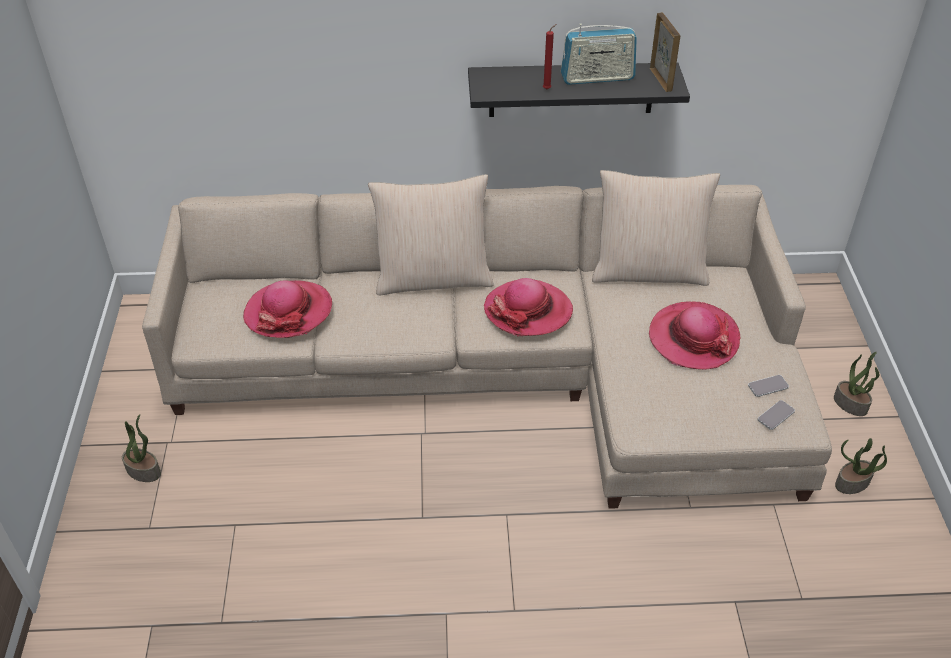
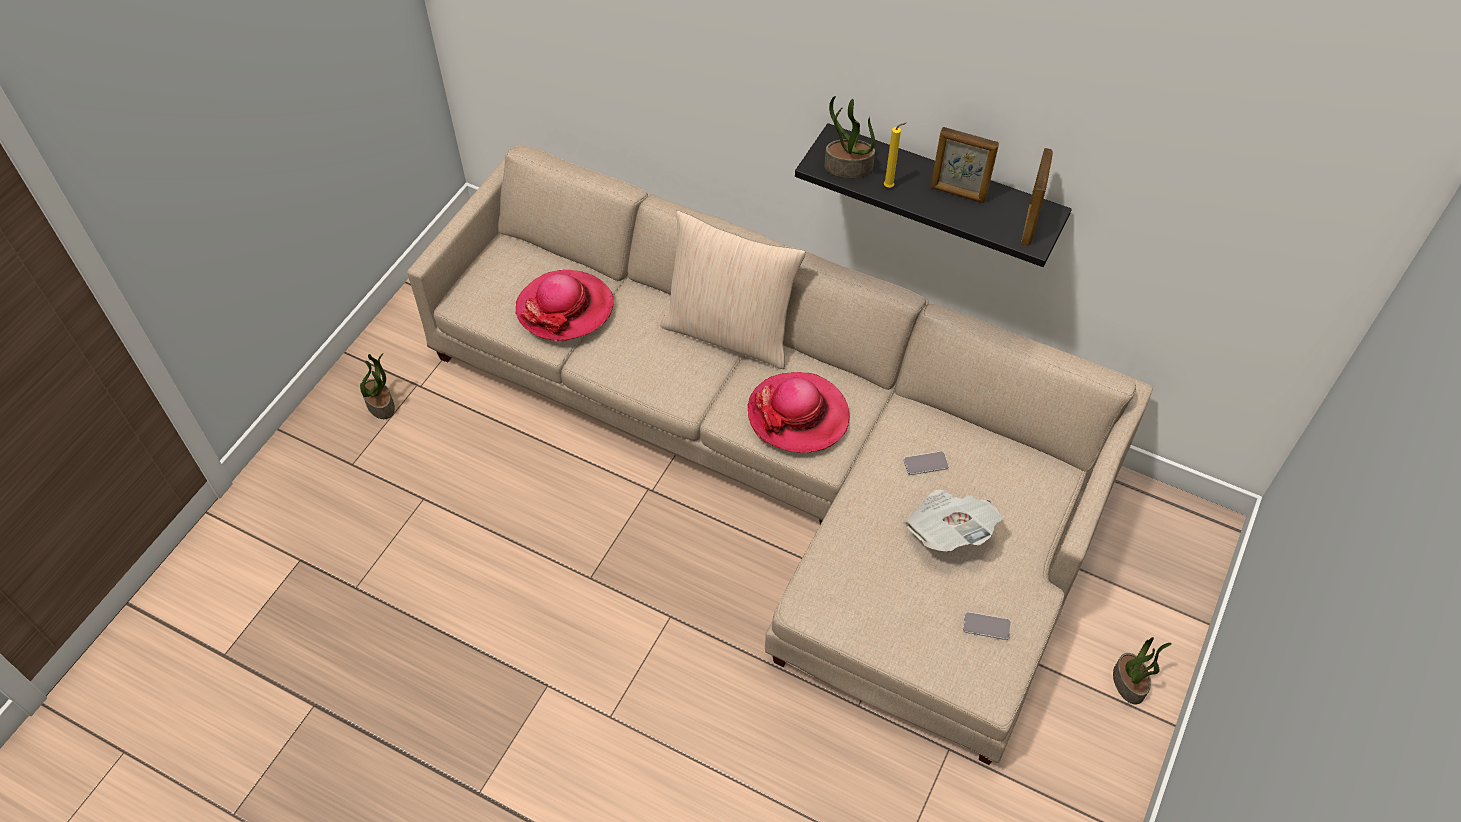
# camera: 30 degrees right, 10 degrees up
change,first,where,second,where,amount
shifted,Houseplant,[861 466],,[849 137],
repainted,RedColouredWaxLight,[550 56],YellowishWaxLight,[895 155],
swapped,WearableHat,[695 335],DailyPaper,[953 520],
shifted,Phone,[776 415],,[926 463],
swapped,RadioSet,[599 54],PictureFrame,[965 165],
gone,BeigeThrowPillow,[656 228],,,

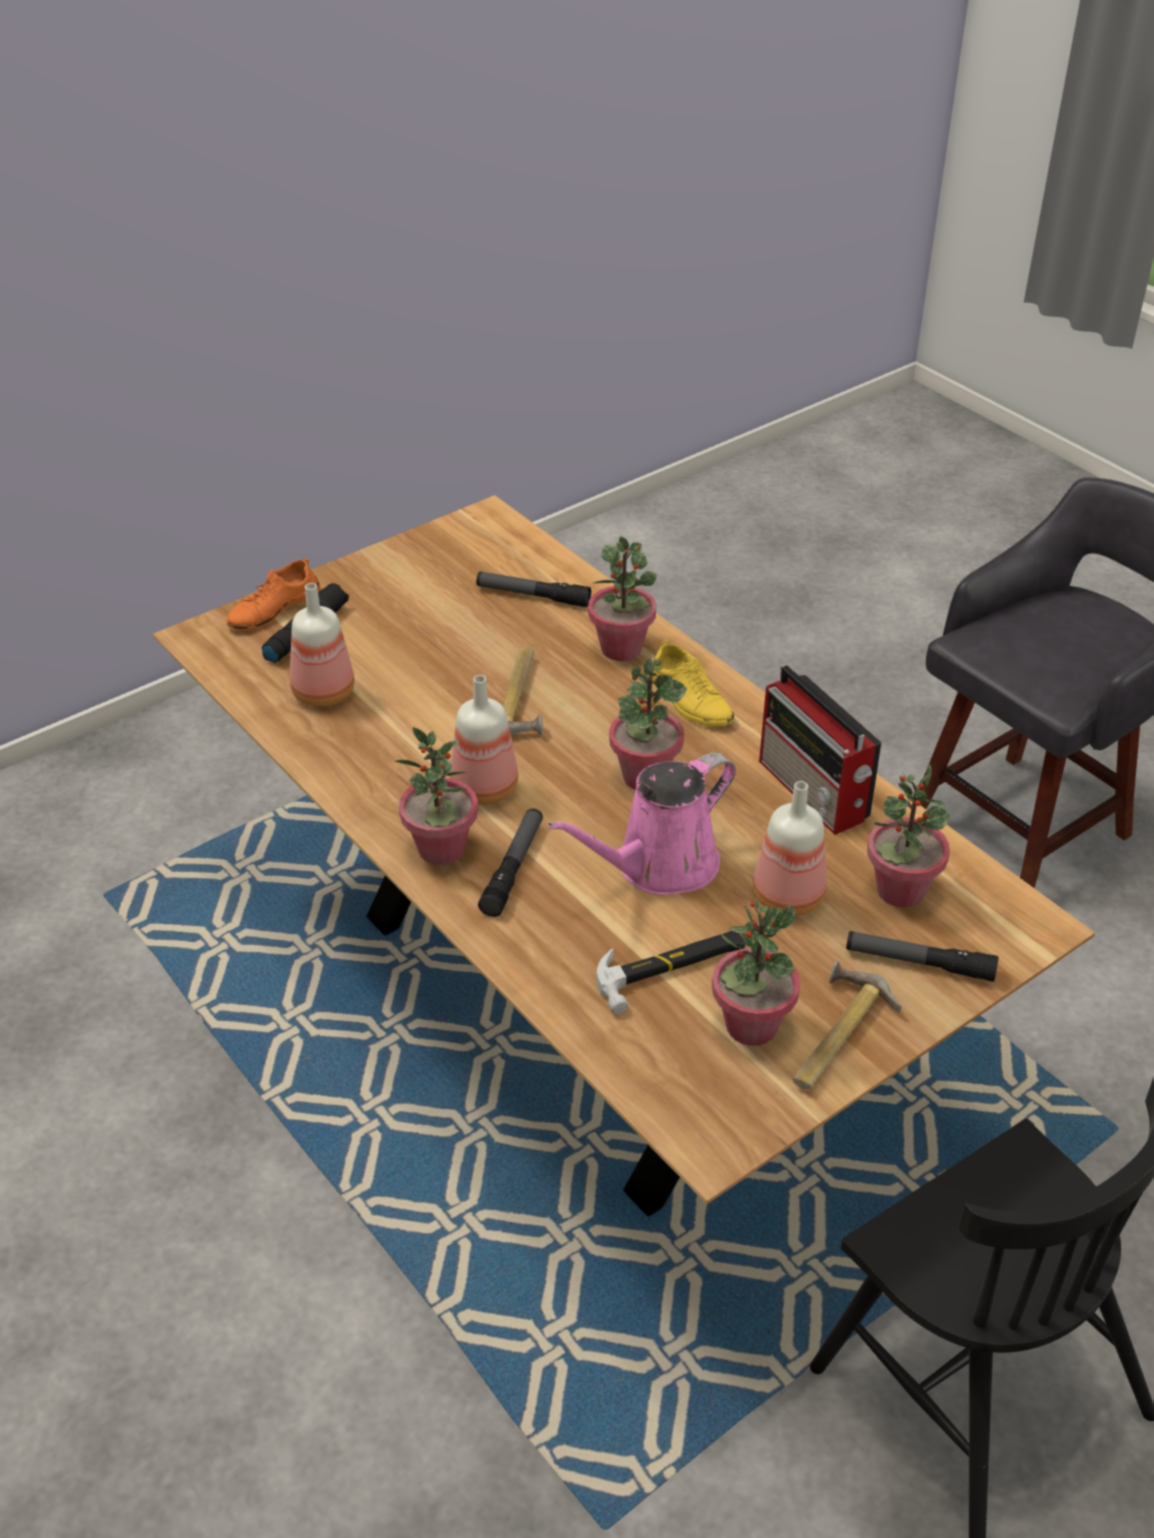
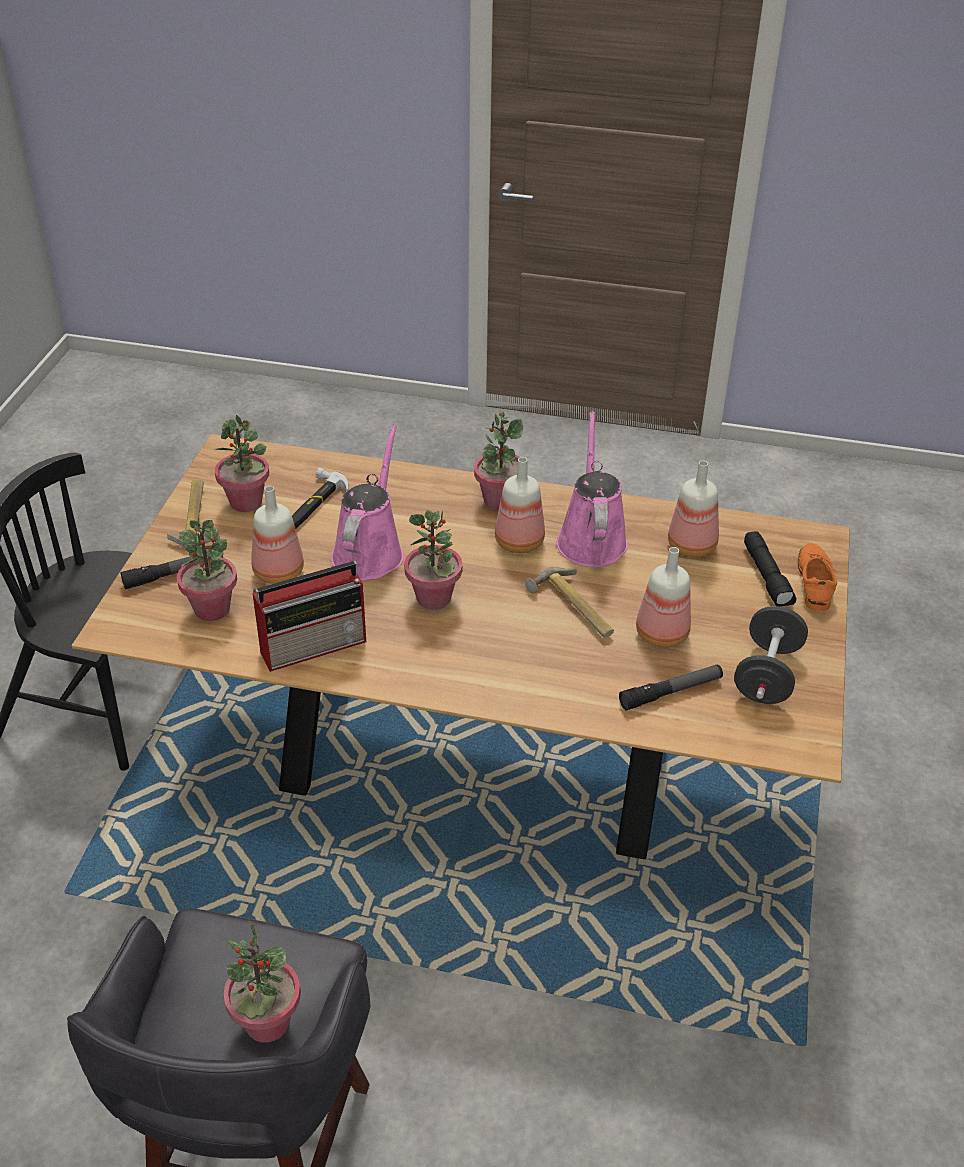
# camera: 140 degrees right, 0 degrees up
change,first,where,second,where,amount
shifted,Houseplant,[622 599],,[262 982],
rotated,RadioSet,[820 750],,[309 616],135 degrees clockwise
new,,,PinkWateringPot,[592 489],
new,,,Bottle,[663 597],
new,,,BlackColouredFreeWeight,[771 655],
gone,Torch,[510 862],,,
gone,YellowishItemOfFootwear,[693 683],,,

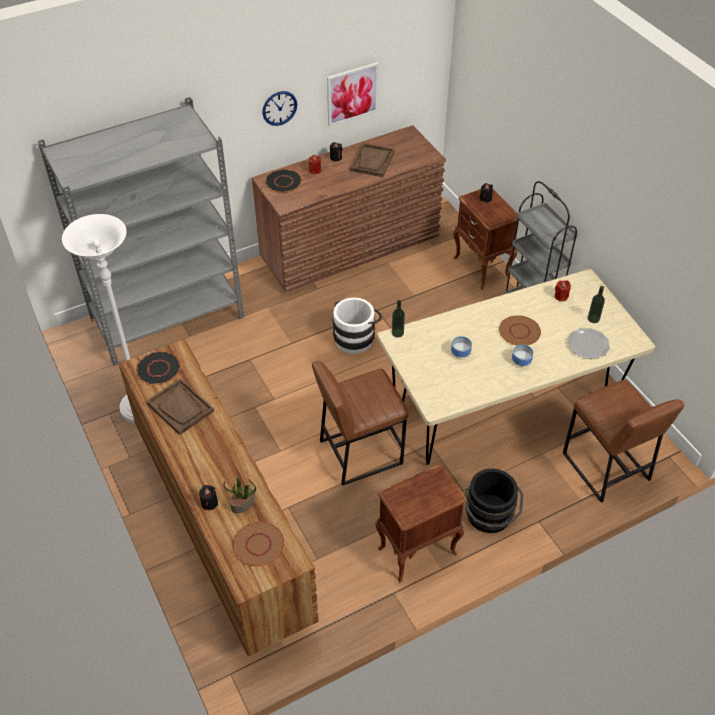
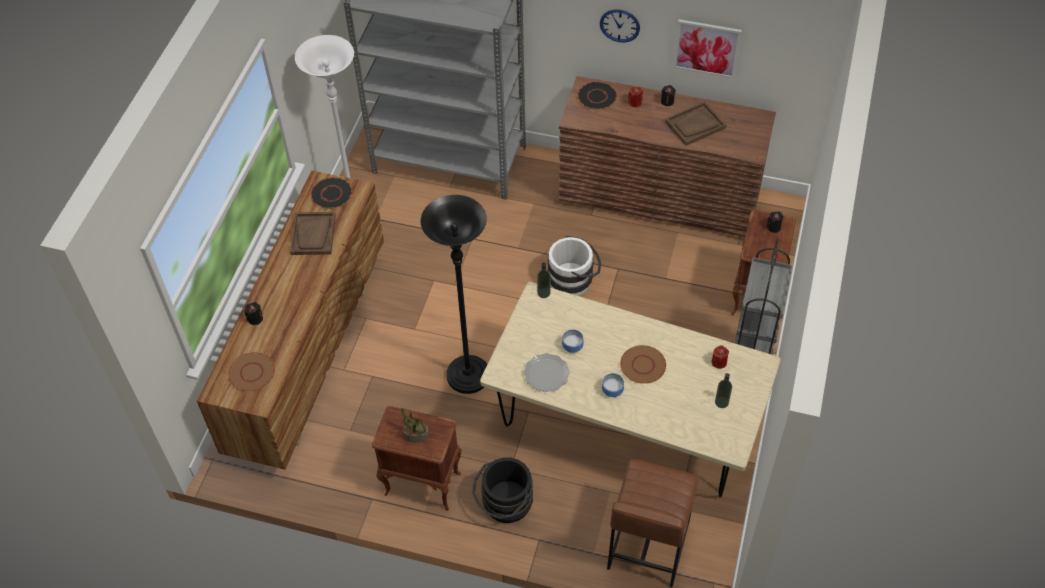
# camera: 45 degrees right, 5 degrees up
change,first,where,second,where,amount
shifted,Houseplant,[240 495],,[415 425],
swapped,BrownishPlainChair,[360 423],BlackColouredFloorLamp,[454 294],
shifted,FlatDish,[588 343],,[547 372],

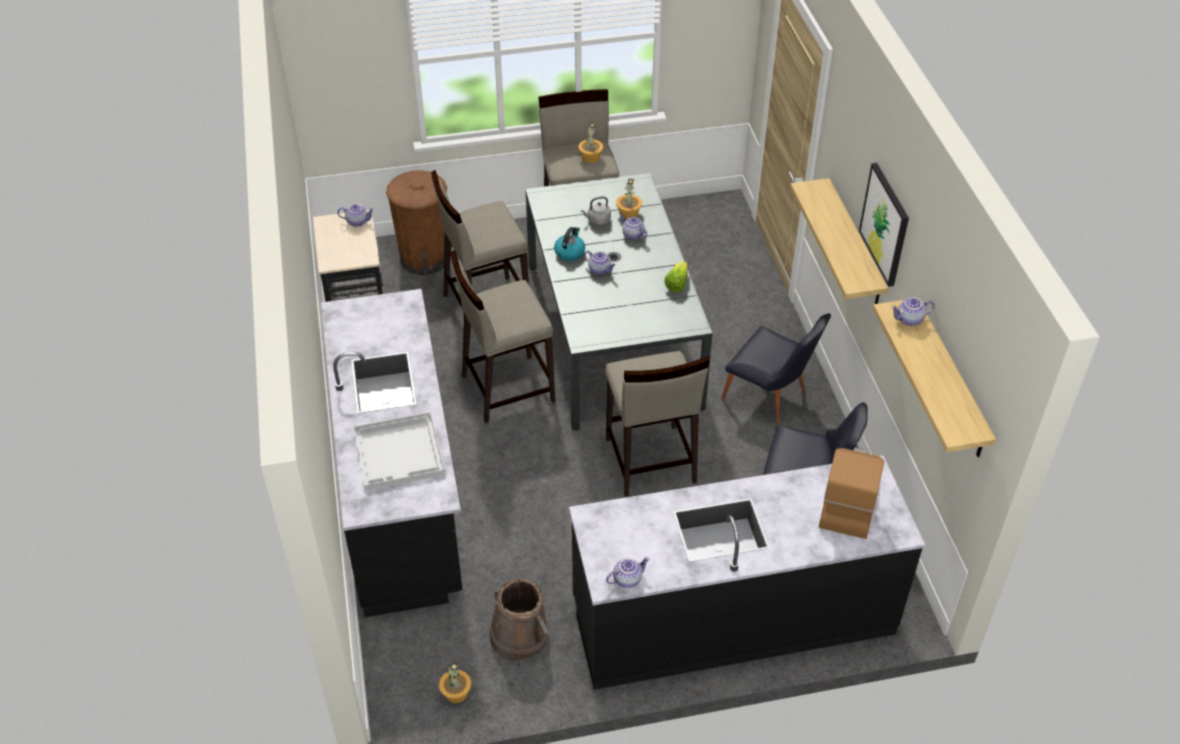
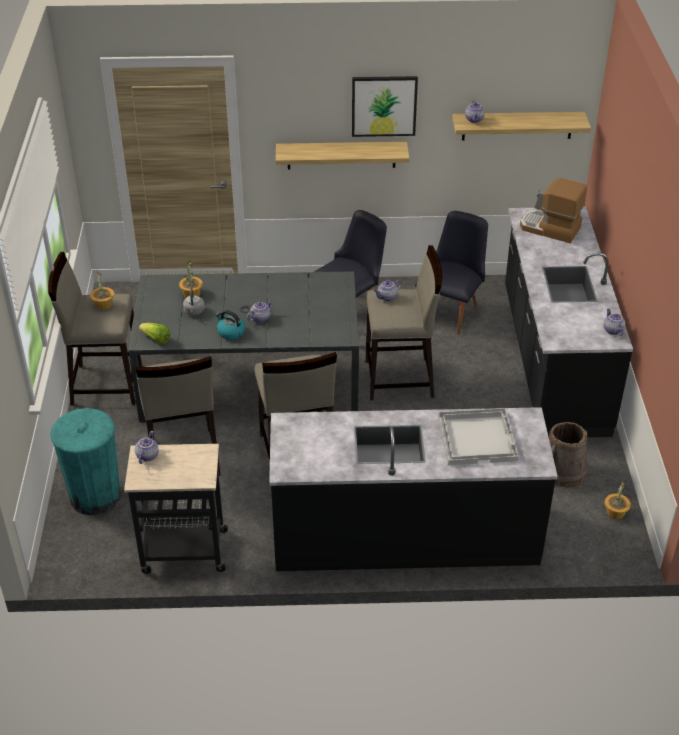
# camera: 80 degrees left, 5 degrees down
change,first,where,second,where,amount
repainted,BrownishWasteBin,[416 222],BlueGreenWasteBin,[85 461],
shifted,HeadOfLettuce,[676 276],,[154 333],
shifted,TeaPot,[633 227],,[387 290],

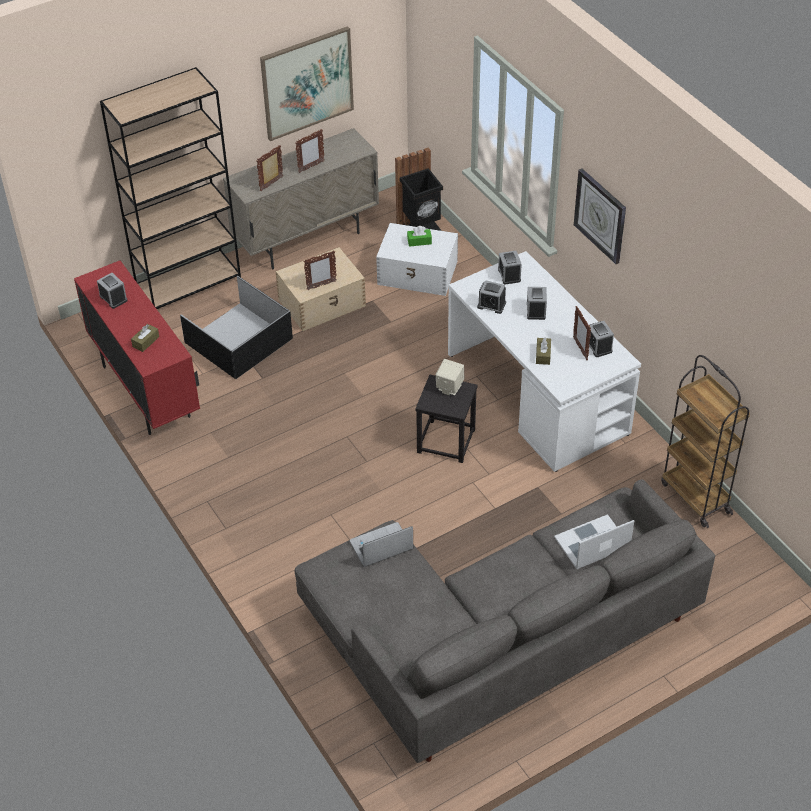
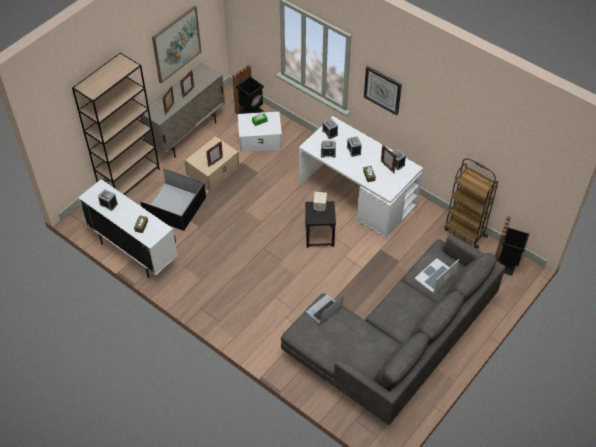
# camera: 20 degrees left, 5 degrees up
change,first,where,second,where,amount
repainted,RedColouredStorageCabinet,[137 348],WhiteStorageCabinet,[128 228],
new,,,BlackColouredWasteBin,[512 246],

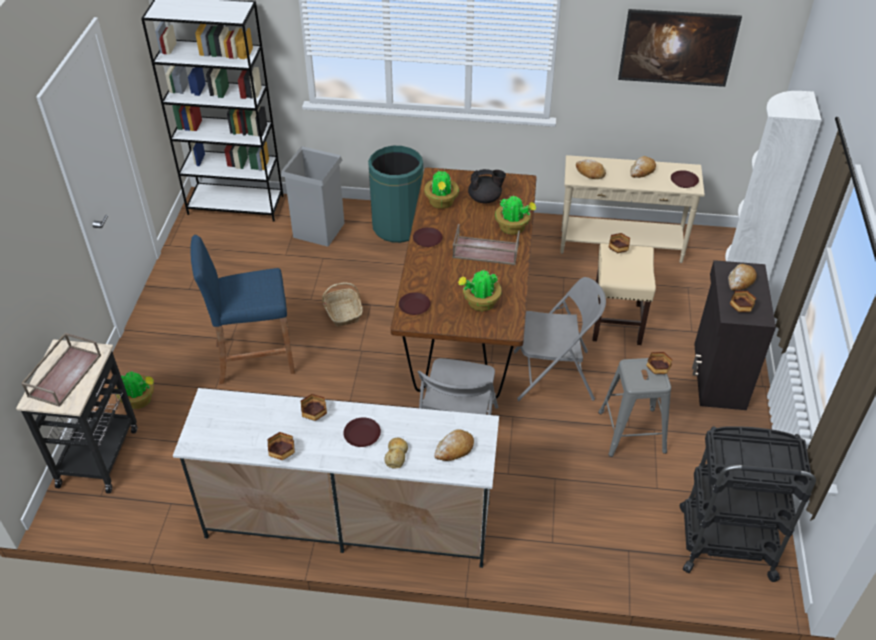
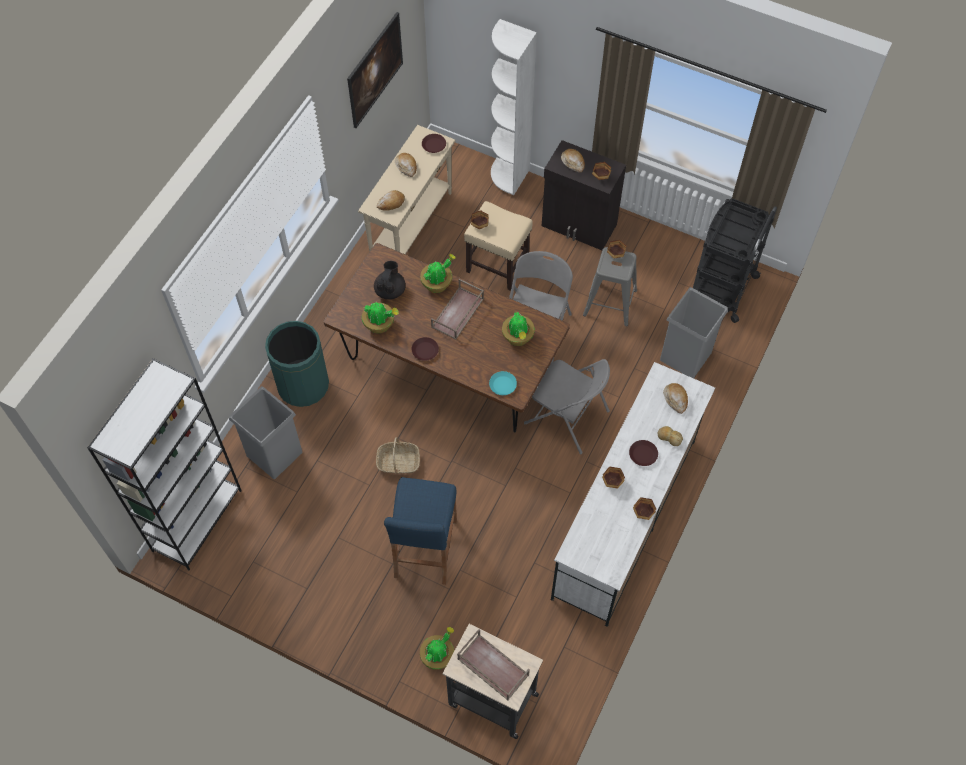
# camera: 70 degrees left, 15 degrees up
change,first,where,second,where,amount
repainted,BrownishFlatDish,[415 303],BlueGreenFlatDish,[503 383],
new,,,GrayWasteBin,[694 332],

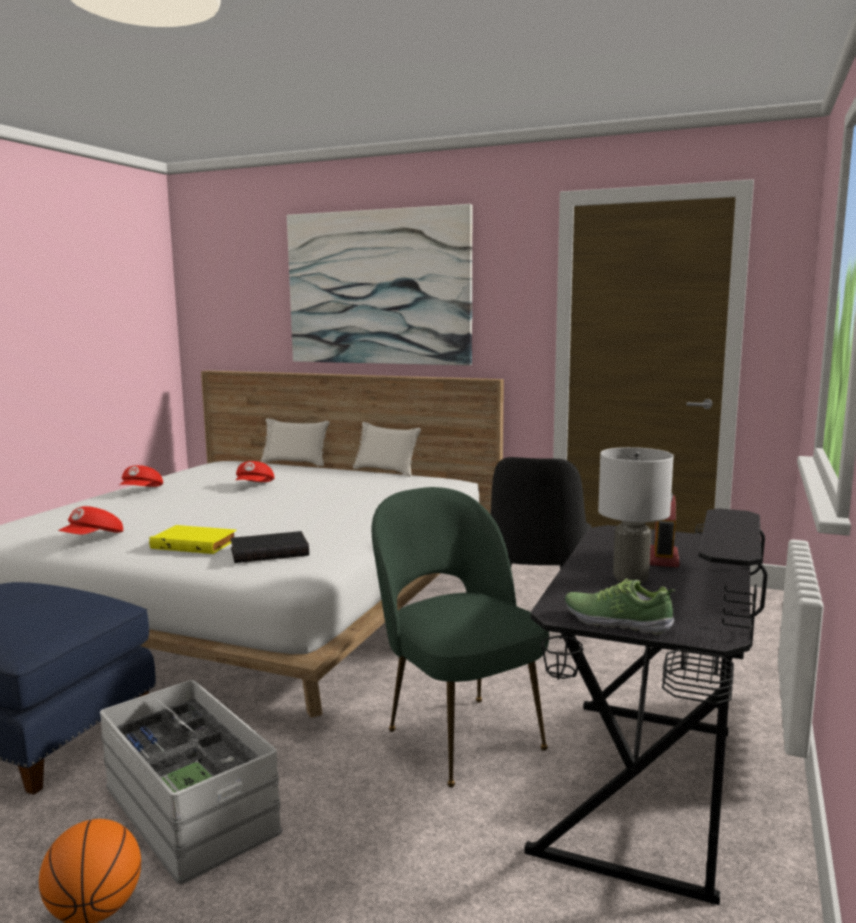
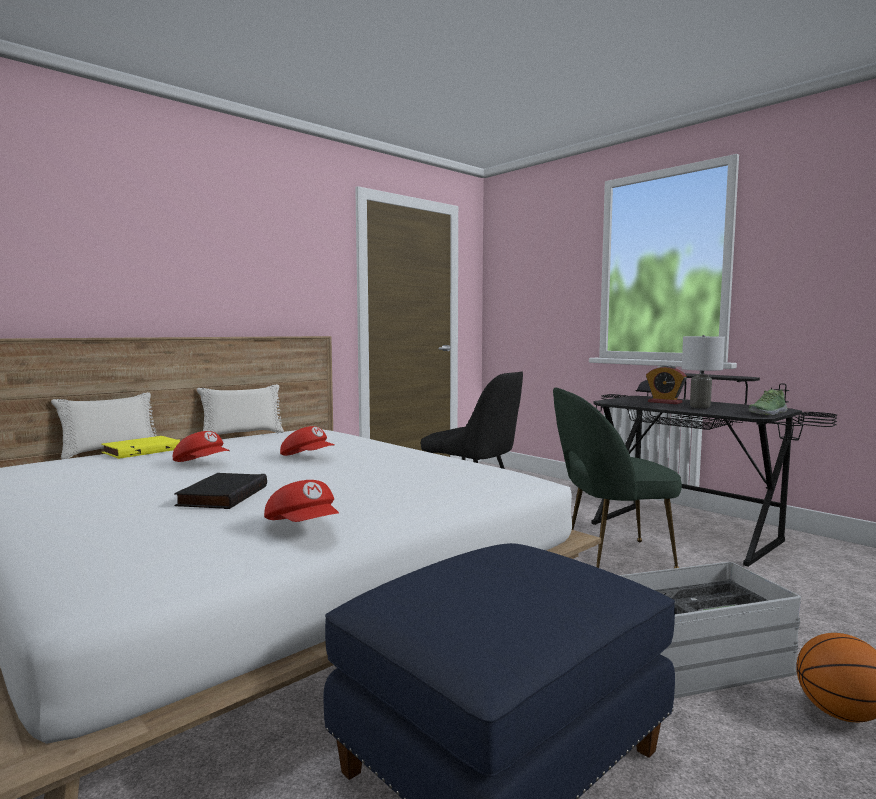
# camera: 65 degrees left, 5 degrees down
change,first,where,second,where,amount
shifted,YellowishVolume,[193 539],,[140 447],
shifted,BlackColouredVolume,[269 547],,[220 491],
shifted,RedColouredBaseballCap,[141 476],,[307 441],
gone,WallArt,[379 285],,,

